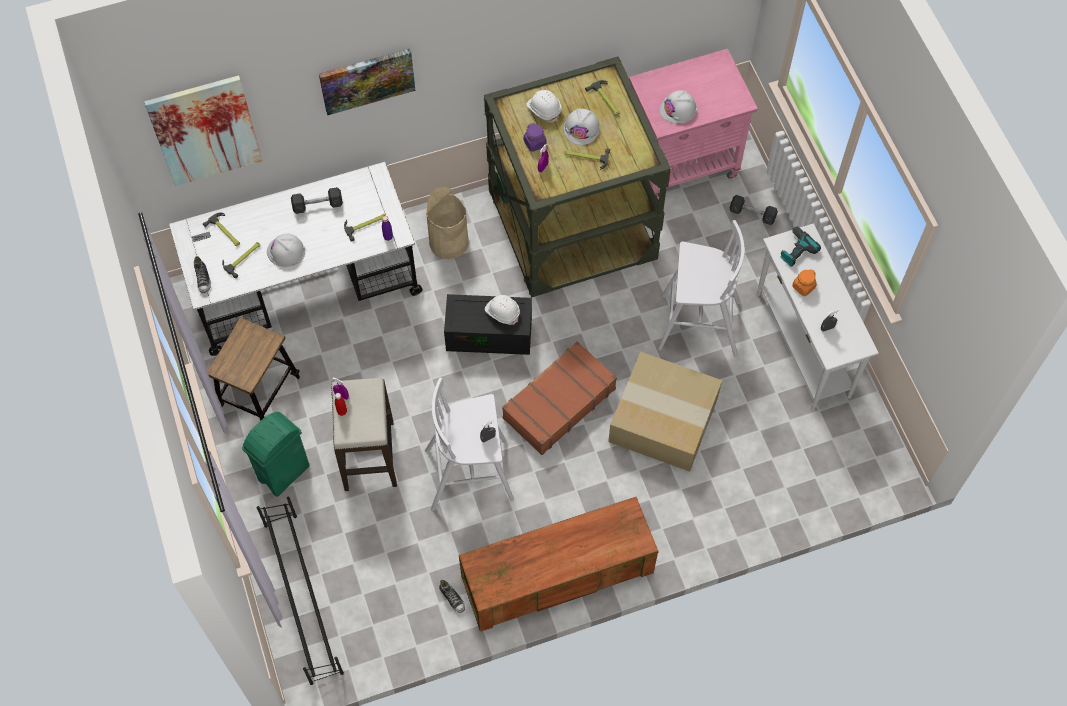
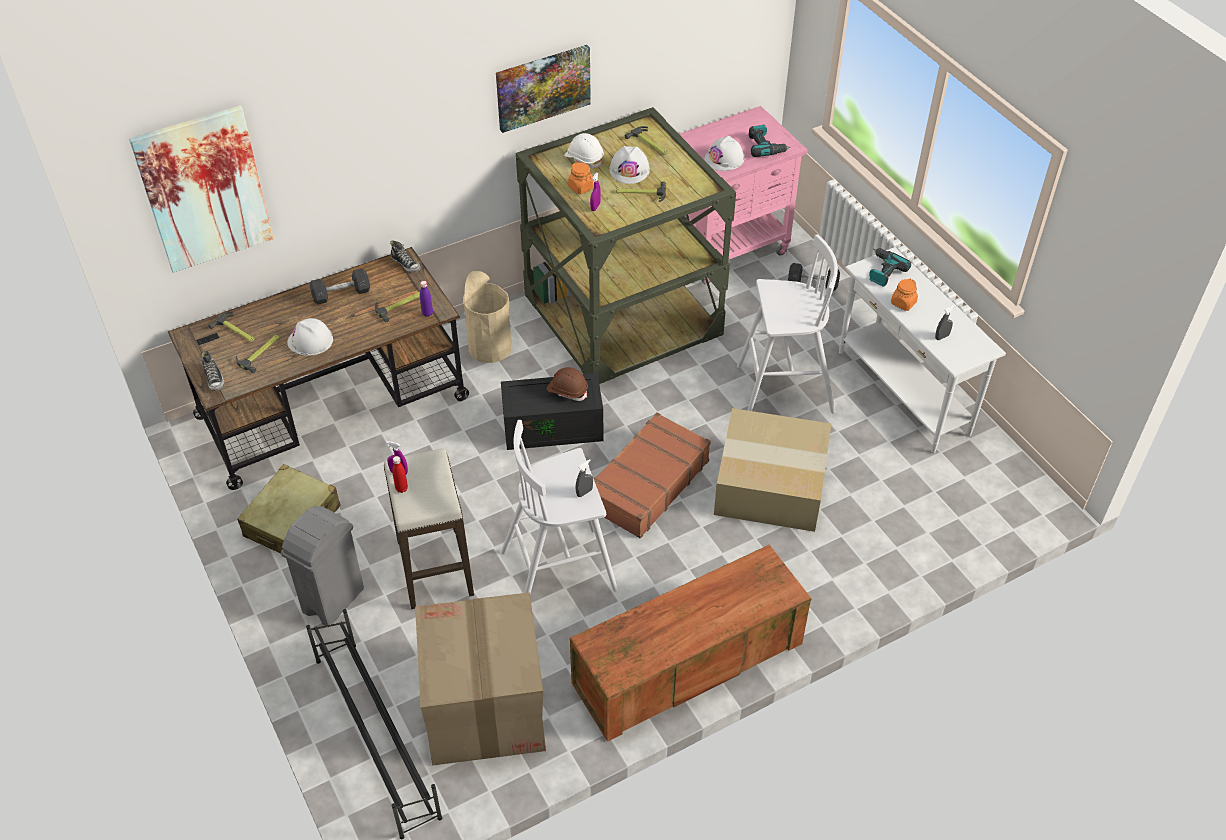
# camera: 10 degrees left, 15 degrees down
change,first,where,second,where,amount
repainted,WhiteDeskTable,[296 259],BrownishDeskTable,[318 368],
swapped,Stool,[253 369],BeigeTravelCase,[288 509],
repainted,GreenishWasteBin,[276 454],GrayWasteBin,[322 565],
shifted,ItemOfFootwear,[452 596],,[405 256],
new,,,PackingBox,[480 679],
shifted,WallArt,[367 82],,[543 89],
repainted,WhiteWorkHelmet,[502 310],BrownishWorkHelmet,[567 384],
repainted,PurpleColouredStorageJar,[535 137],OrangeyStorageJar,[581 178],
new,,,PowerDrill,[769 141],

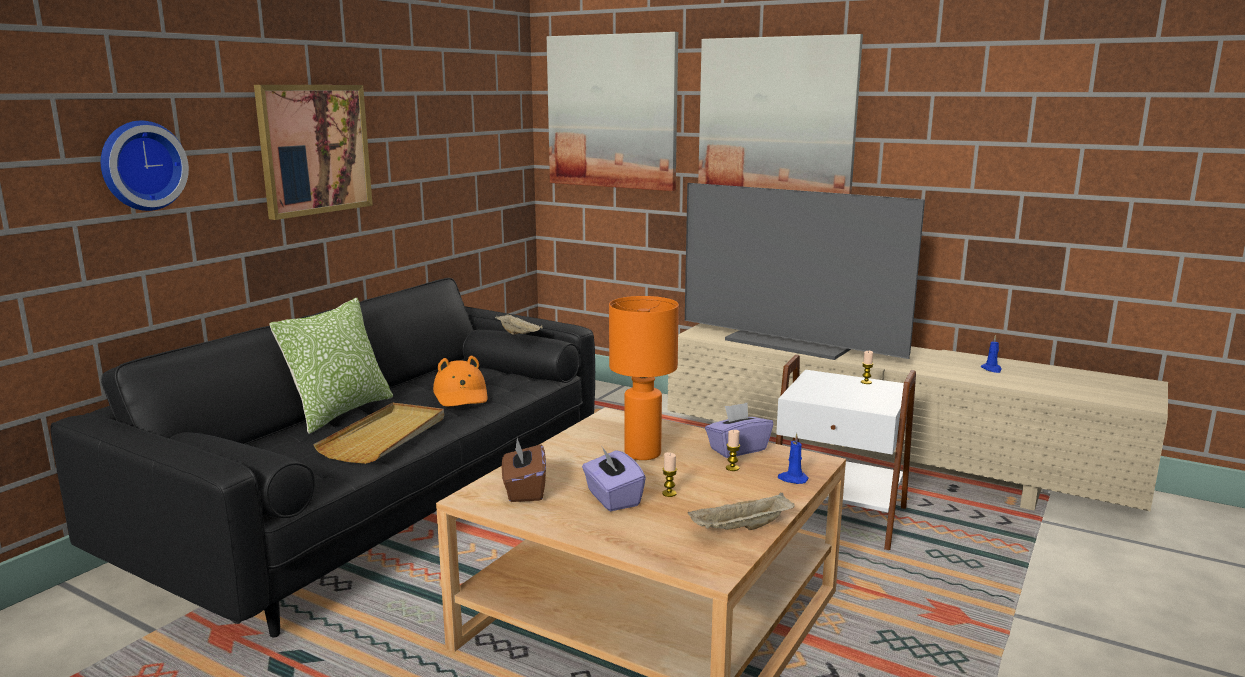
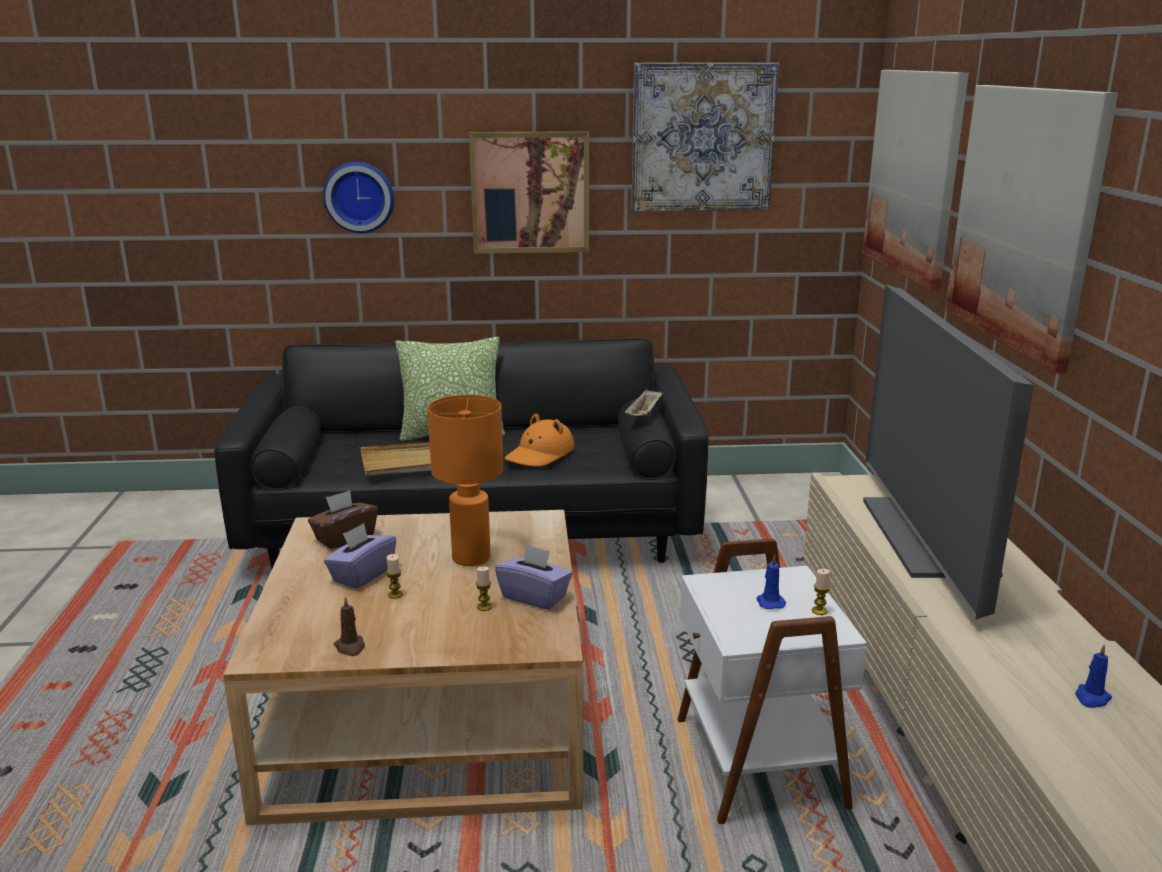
# camera: 55 degrees right, 5 degrees up
change,first,where,second,where,amount
swapped,BeigeCarryingTray,[741 511],BrownishWaxLight,[349 626],
new,,,WallArt,[705 137],
shifted,BluishWaxLight,[793 458],,[771 582],

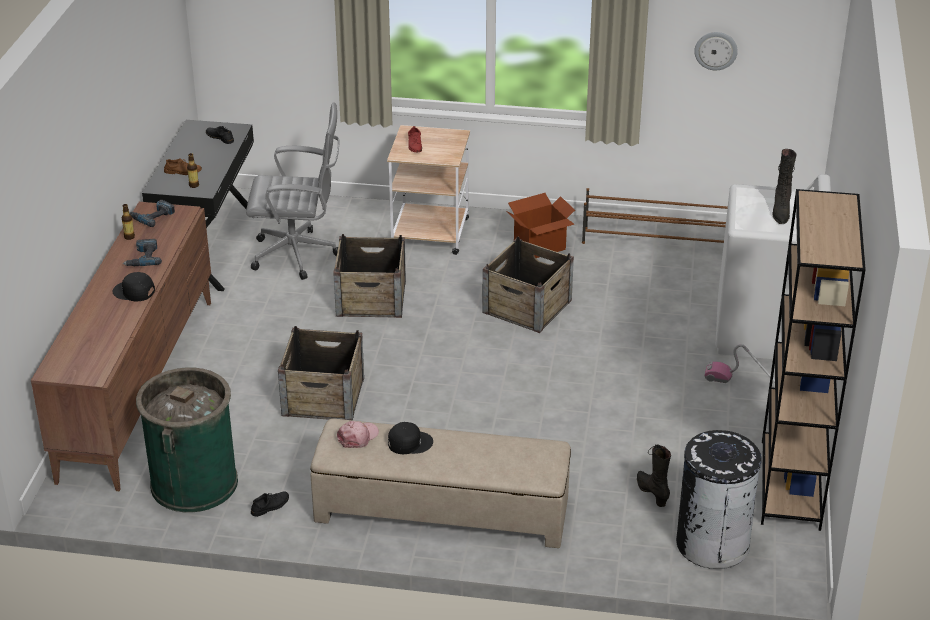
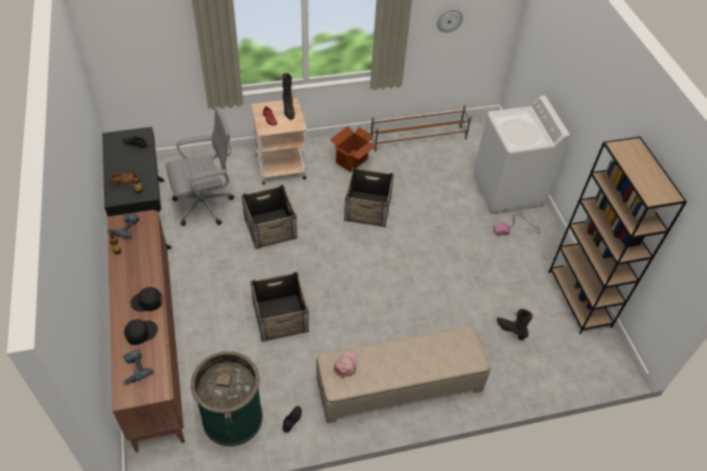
# camera: 25 degrees left, 15 degrees up
change,first,where,second,where,amount
shifted,PowerDrill,[142 252],,[137 366],
shifted,BlackColouredBaseballCap,[410 438],,[141 332],
shifted,BlackColouredHighTopBoot,[784 186],,[288 96],
gone,BlackColouredWasteBin,[720 499],,,

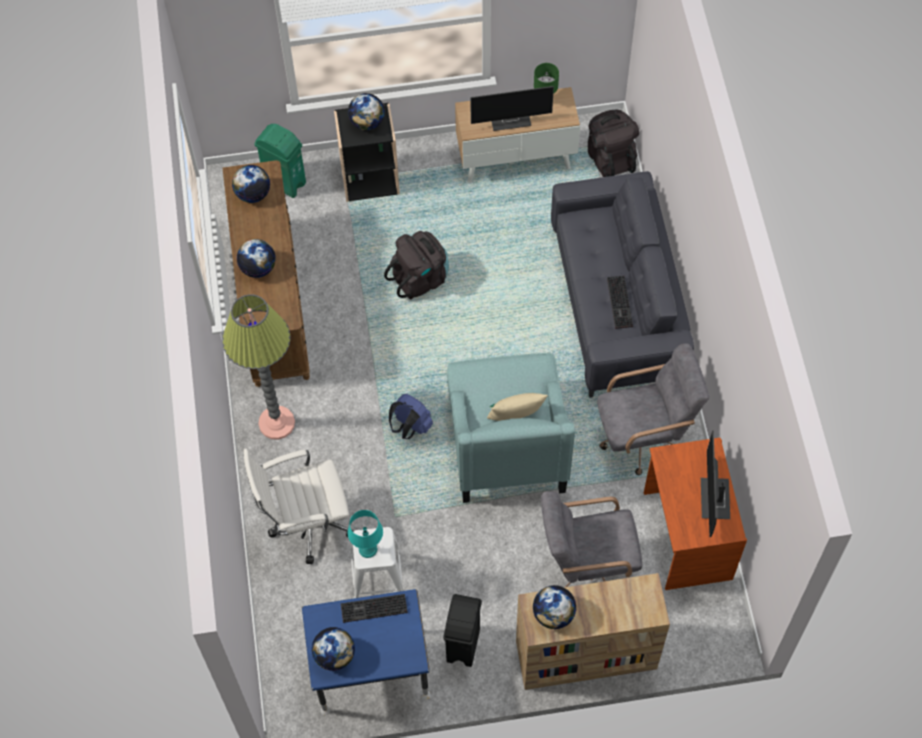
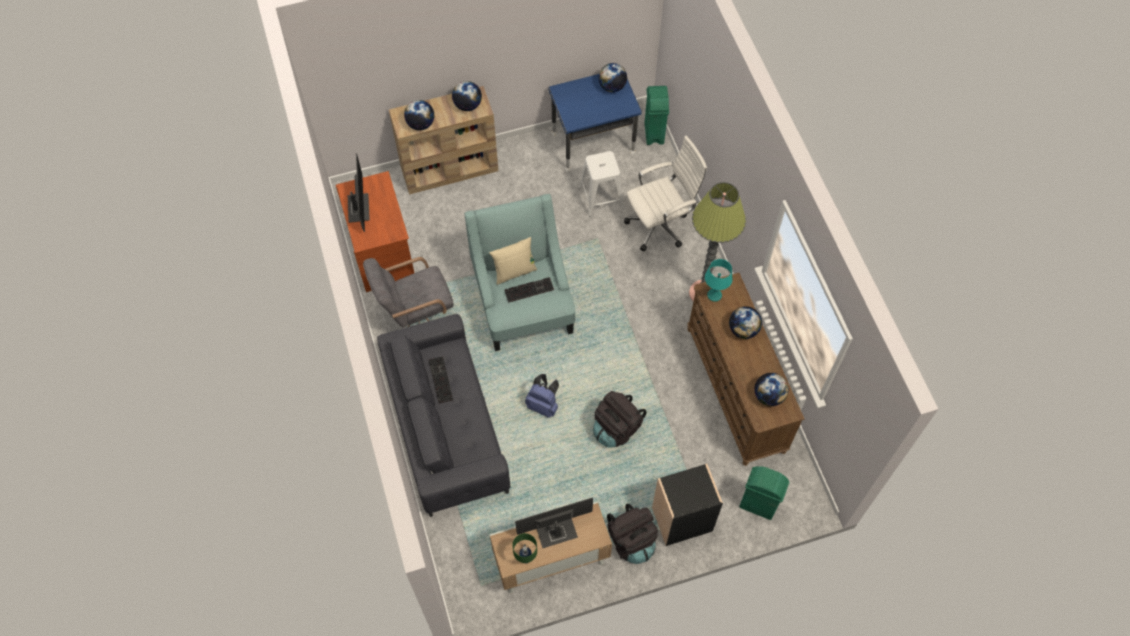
# camera: 170 degrees right, 0 degrees up
change,first,where,second,where,amount
shifted,WorldGlobe,[366 111],,[419 115],
shifted,PcKeyboard,[374 608],,[529 290],
shifted,BluishKnapsack,[411 416],,[542 396],
shifted,BlackColouredKnapsack,[613 143],,[632 534],
new,,,GreenishWasteBin,[656 115],
shifted,BlueGreenLampForATable,[365 534],,[719 280],
gone,BlackColouredWasteBin,[462 630],,,
gone,GrayComputerChair,[591 539],,,

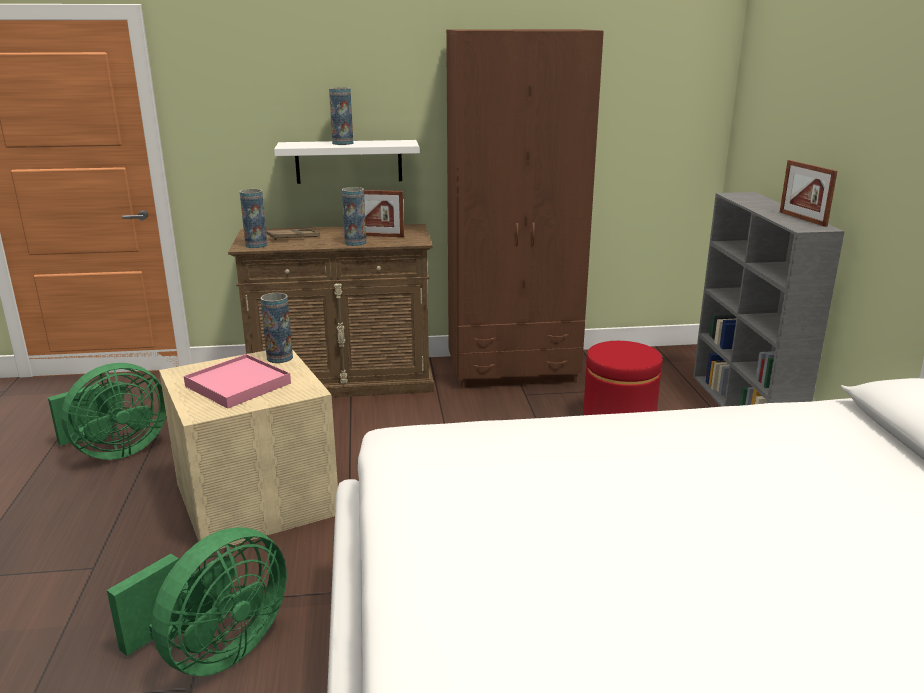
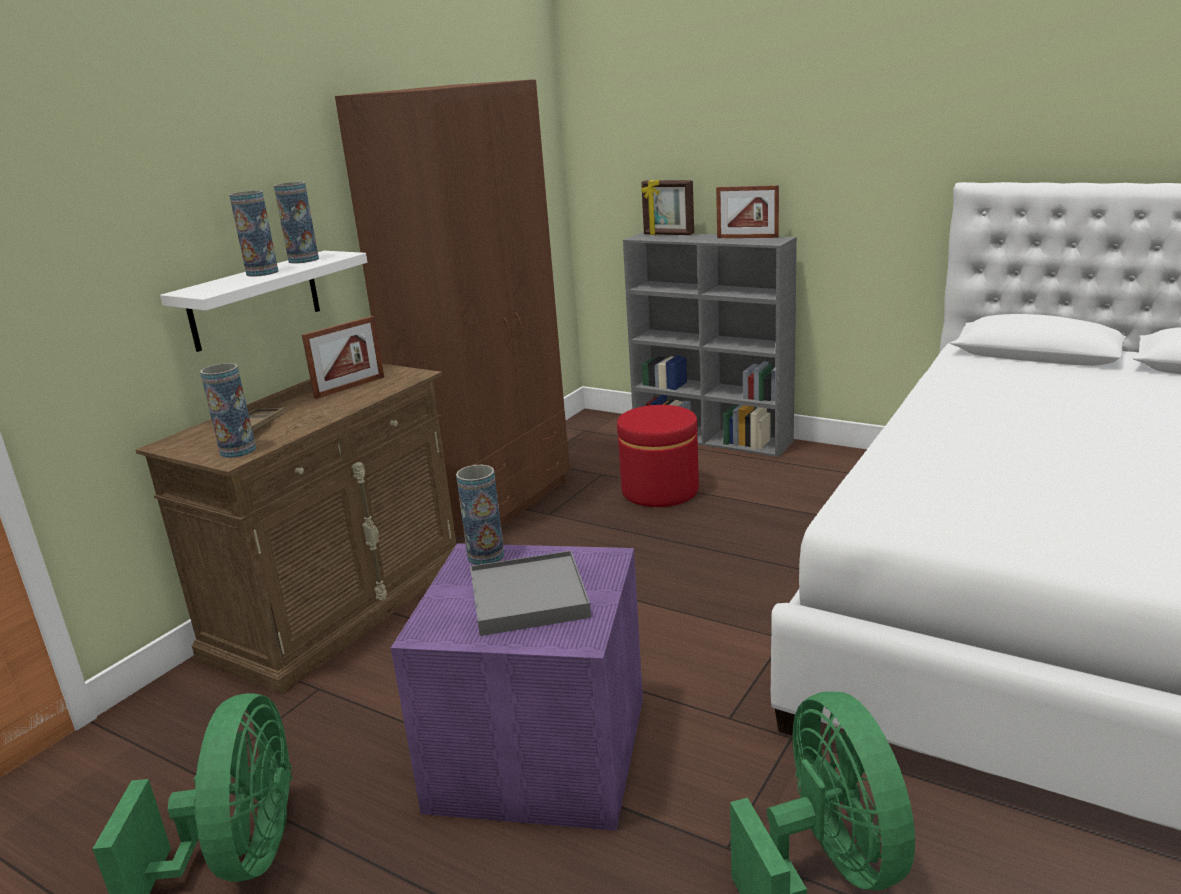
# camera: 50 degrees left, 0 degrees up
change,first,where,second,where,amount
shifted,FlowerVase,[354 216],,[296 223],
repainted,BeigeStorageContainer,[248 449],PurpleColouredStorageContainer,[517 687],
repainted,PinkCarryingTray,[237 381],GrayCarryingTray,[530 593],
new,,,PictureFrame,[667 207],

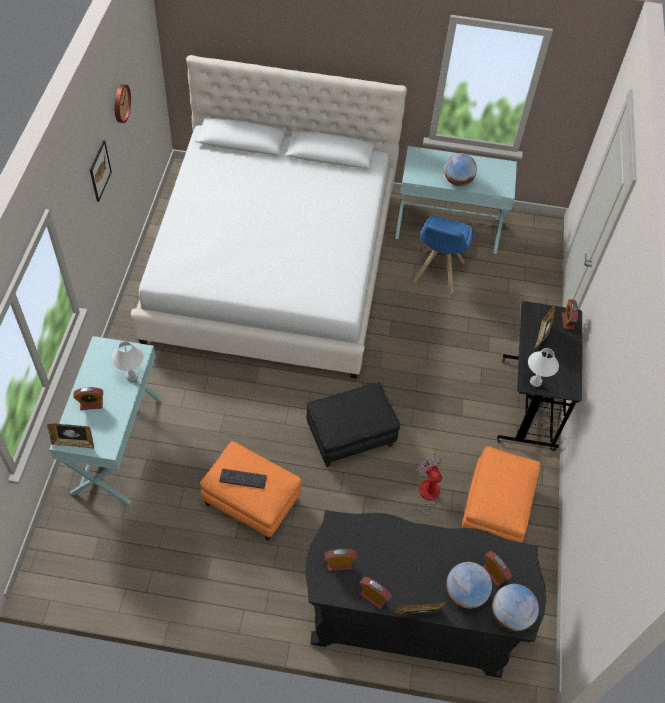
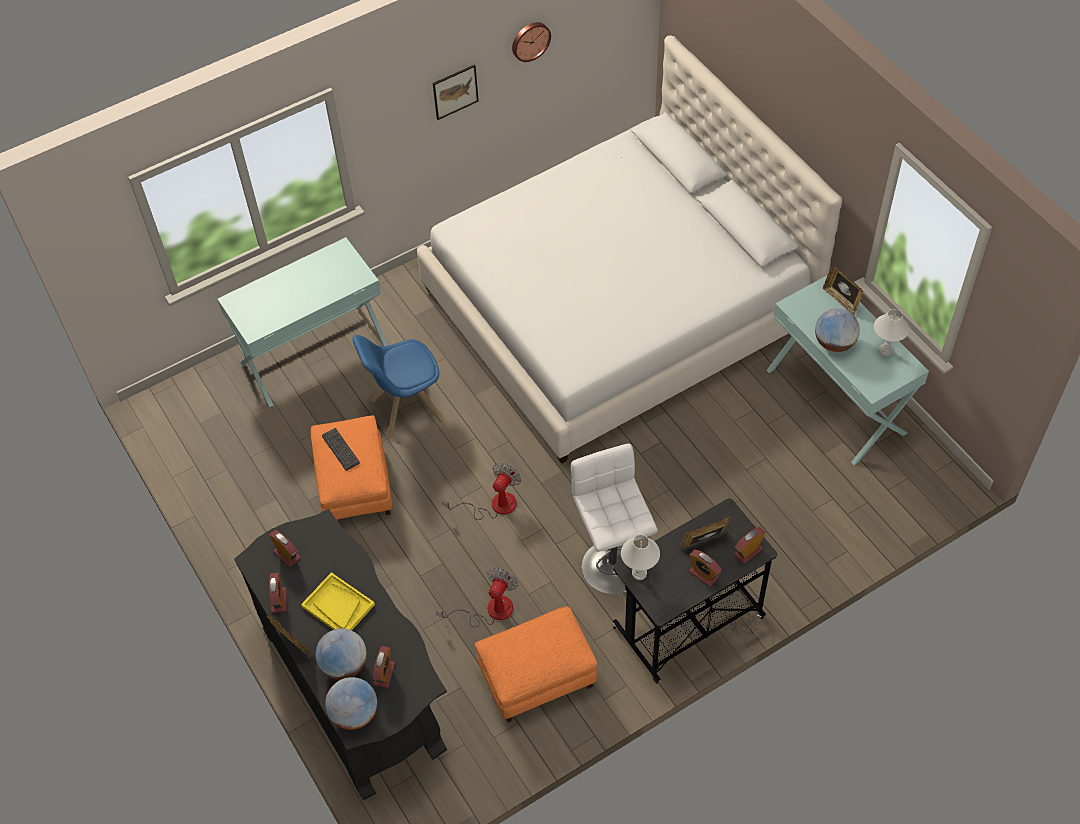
# camera: 55 degrees right, 0 degrees up
change,first,where,second,where,amount
new,,,YellowishCarryingTray,[338 601],
shifted,BluishPlainChair,[442 255],,[398 387],
swapped,BlackColouredFootrest,[353 424],CoolingFan,[481 491],
new,,,WhiteStool,[614 519],
shifted,AlarmClock,[88 398],,[705 568],
shifted,PictureFrame,[70 436],,[843 290],
shifted,WhiteLampForATable,[127 361],,[891 332],

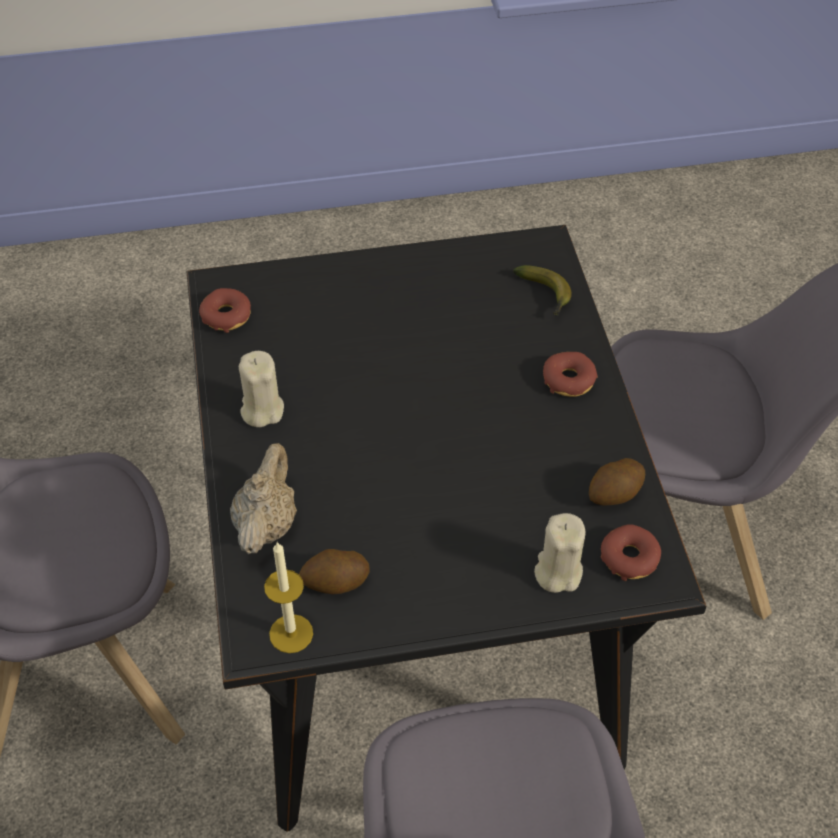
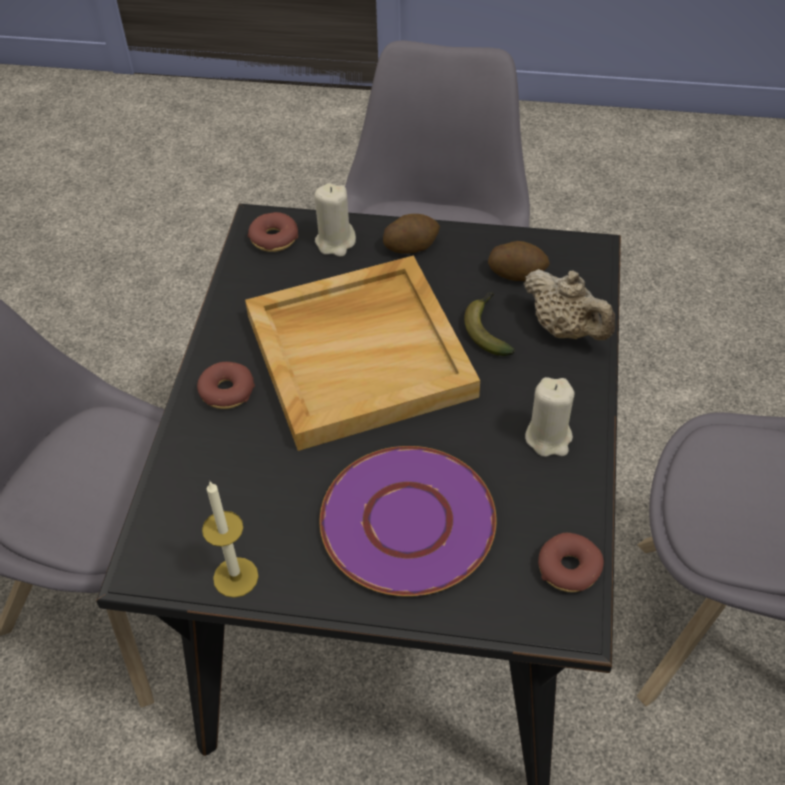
# camera: 160 degrees left, 0 degrees up
change,first,where,second,where,amount
shifted,WaxLight,[288 597],,[230 540],
new,,,BeigeCarryingTray,[362 353],
new,,,PurpleColouredFlatDish,[408 521],
shifted,Spud,[617 482],,[411 234],
shifted,Banana,[542 291],,[489 324],
rotated,BeigeTeaPot,[263 498],,[569 304],75 degrees counterclockwise

